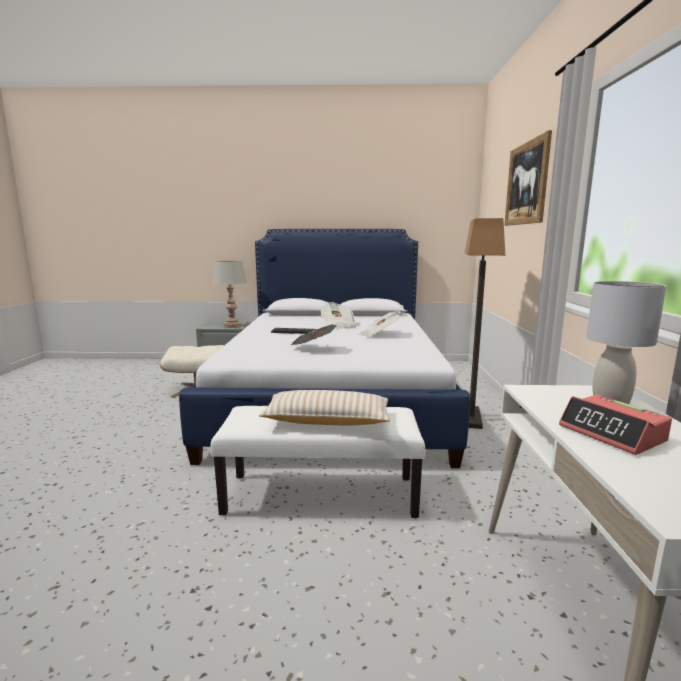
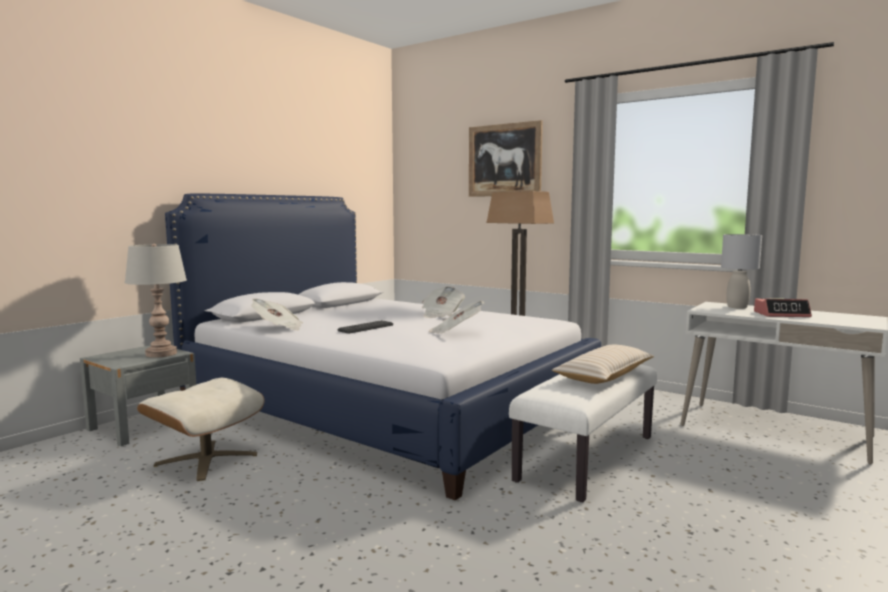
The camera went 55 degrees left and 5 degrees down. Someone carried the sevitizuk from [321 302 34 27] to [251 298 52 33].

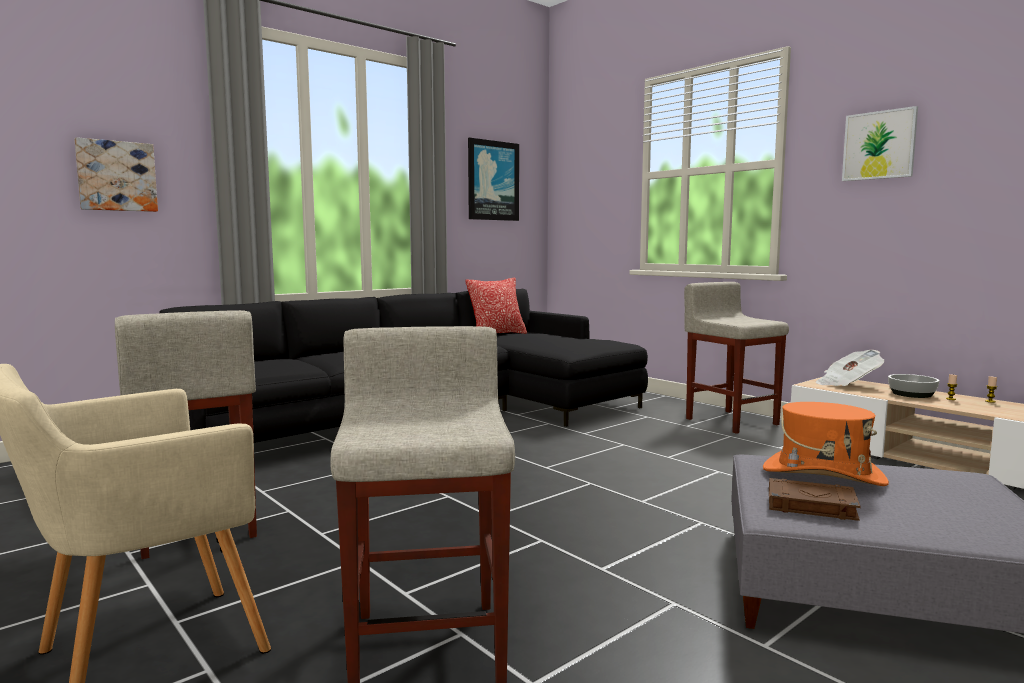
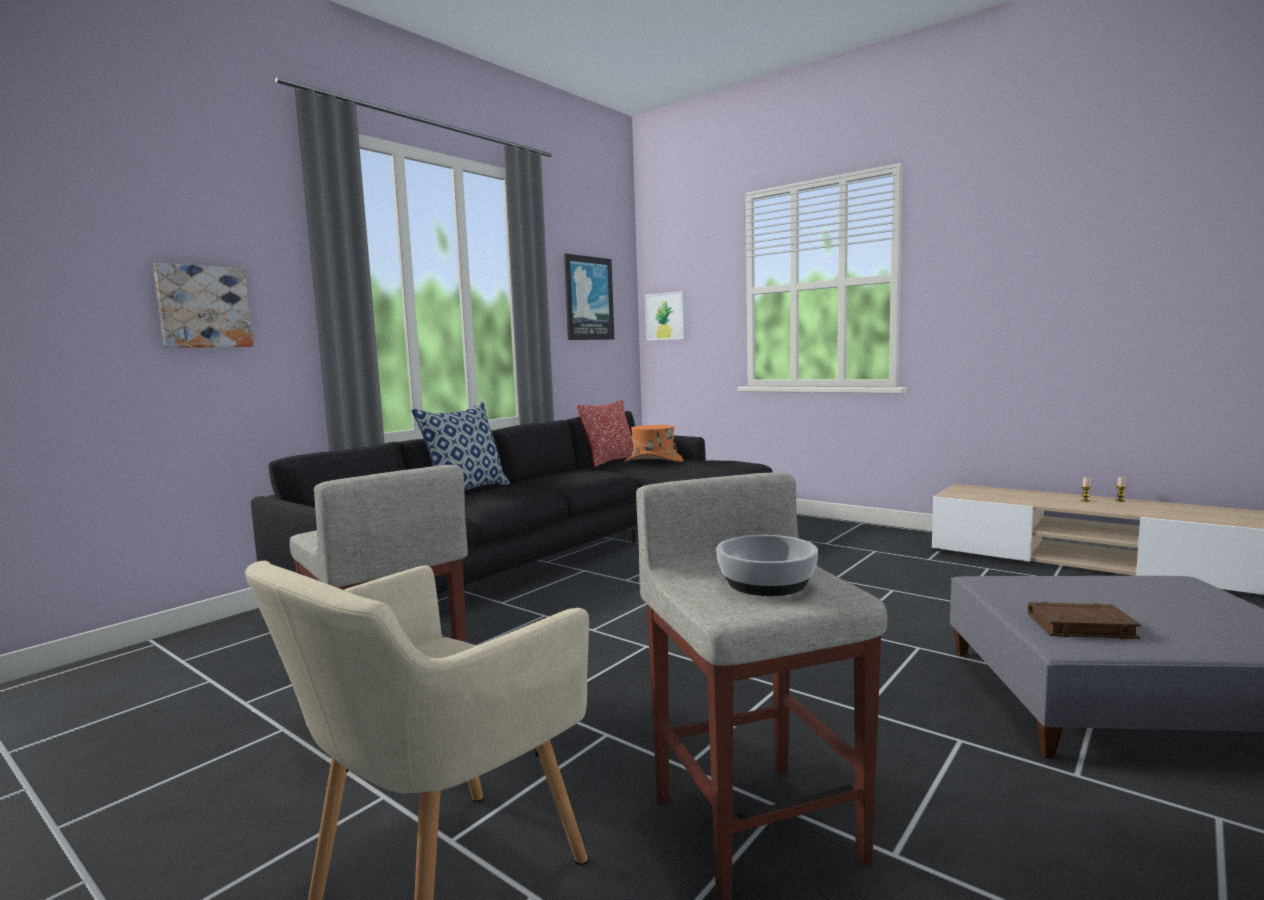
The camera went 10 degrees left and 0 degrees up. Someone took away the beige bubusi at [684 282 105 152]. Someone took away the sevitizuk at [816 350 68 36]. Someone put down the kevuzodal at [411 401 99 90]. Someone carried the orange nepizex from [763 402 126 84] to [624 425 59 37]. Someone carried the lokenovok from [842 106 76 75] to [645 291 40 50]. Someone carried the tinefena from [888 374 52 24] to [716 535 102 61].

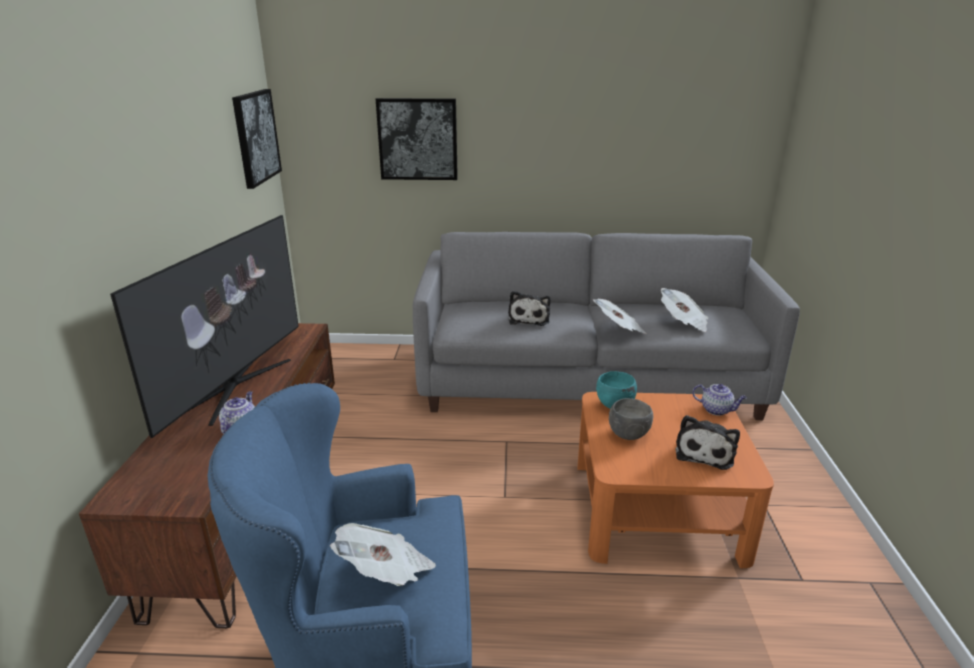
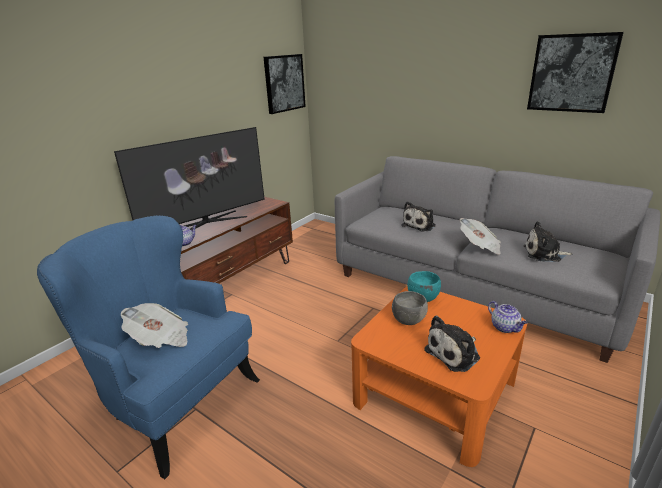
The camera went 35 degrees right and 0 degrees up. Someone carried the lokenovok from [376 98 82 82] to [527 32 97 81]. Someone swapped the sevitizuk at [661 288 47 44] for the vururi at [523 221 50 41].

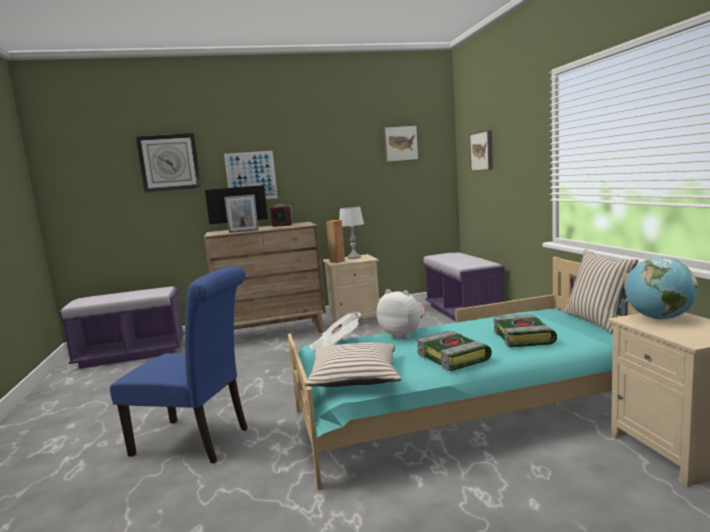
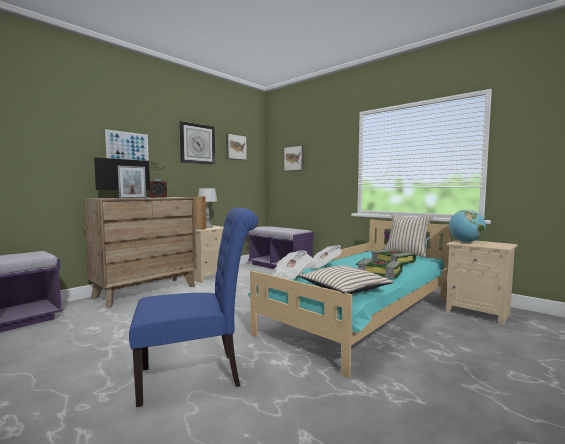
The camera went 35 degrees left and 5 degrees down. Someone carried the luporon from [136 133 65 59] to [180 121 35 44]. Someone swapped the vururi at [377 289 48 50] for the sevitizuk at [307 245 35 24].

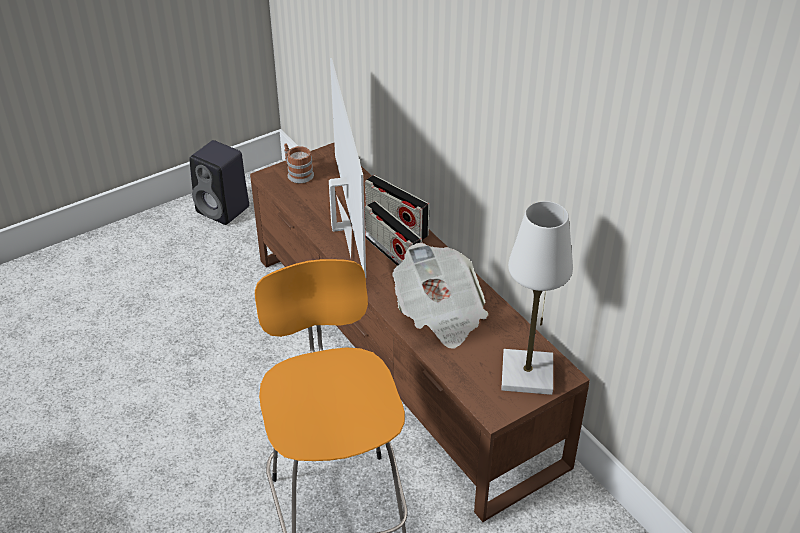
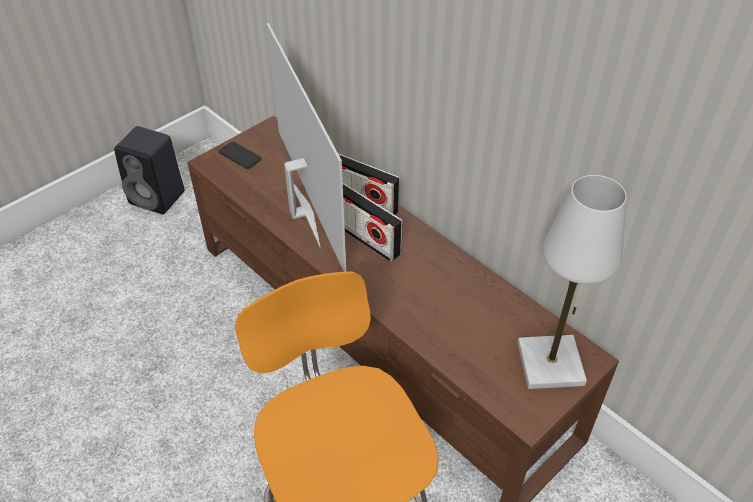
The camera went 10 degrees left and 5 degrees up. Someone took away the sevitizuk at [392 243 96 106]. Someone swapped the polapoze at [284 144 30 39] for the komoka at [219 142 43 27].

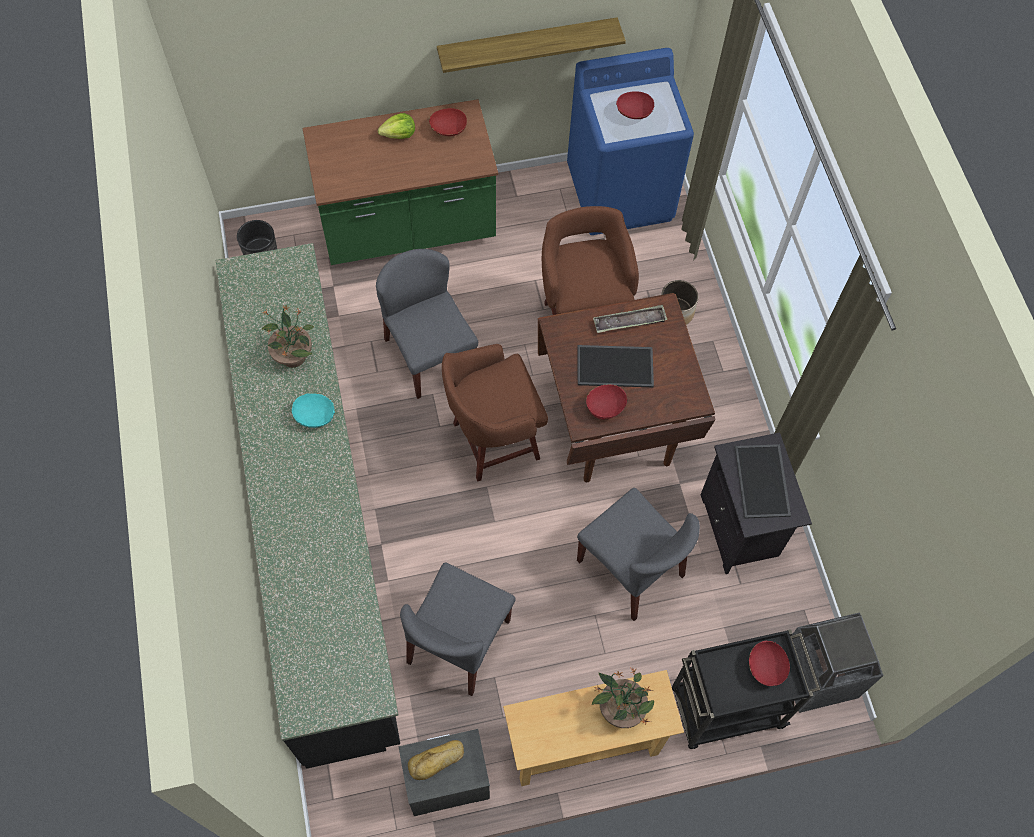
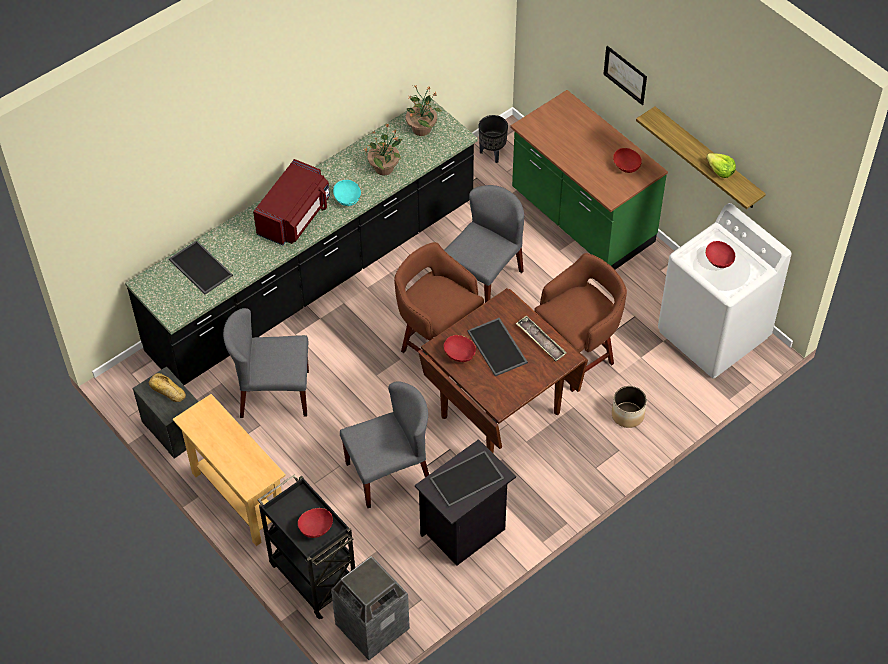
The camera went 65 degrees right and 10 degrees down. Someone put down the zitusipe at [169 240 64 54]. Someone put down the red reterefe at [253 159 77 87]. Someone put up the lokenovok at [603 46 44 59]. Someone carried the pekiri from [378 113 37 26] to [706 153 30 25]. Someone carried the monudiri from [592 668 62 60] to [406 85 36 51]. Someone repainted the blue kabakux at [567 48 127 187], which became the white kabakux at [658 203 134 175]. Someone rotated the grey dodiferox at [577 488 123 133] by 135 degrees counterclockwise.

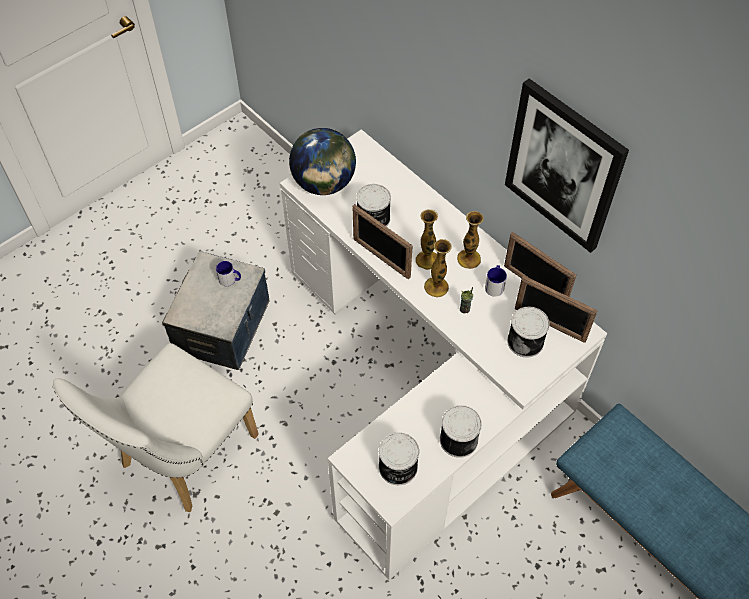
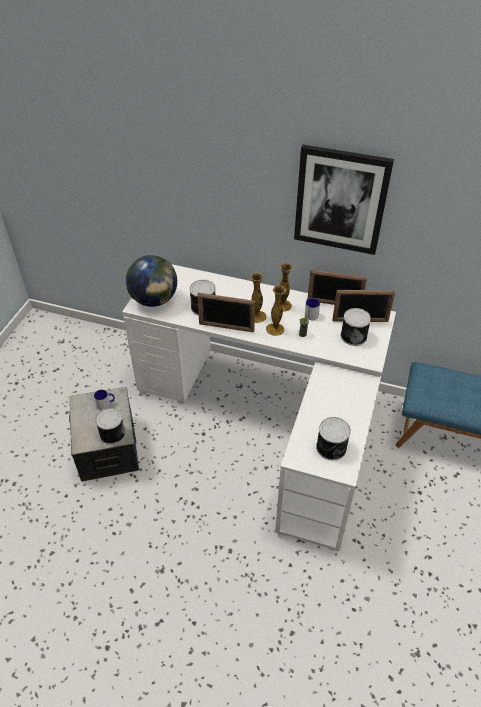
The camera went 30 degrees left and 10 degrees down. Someone took away the white dodiferox at [52 343 207 169]. Someone carried the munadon from [440 405 42 53] to [95 408 31 37].

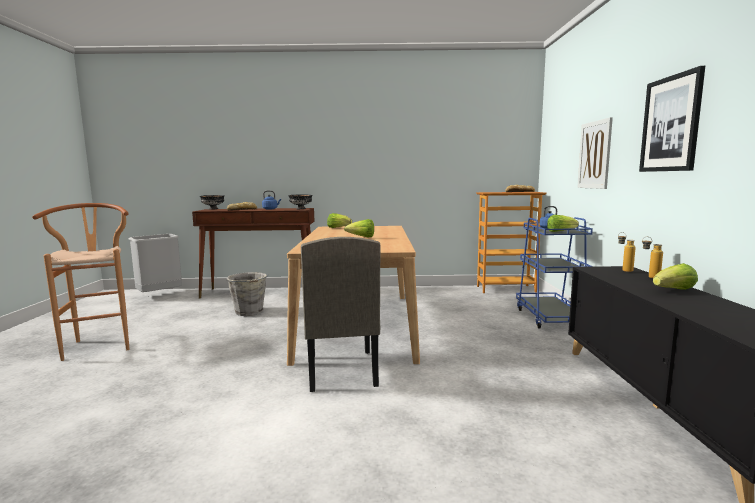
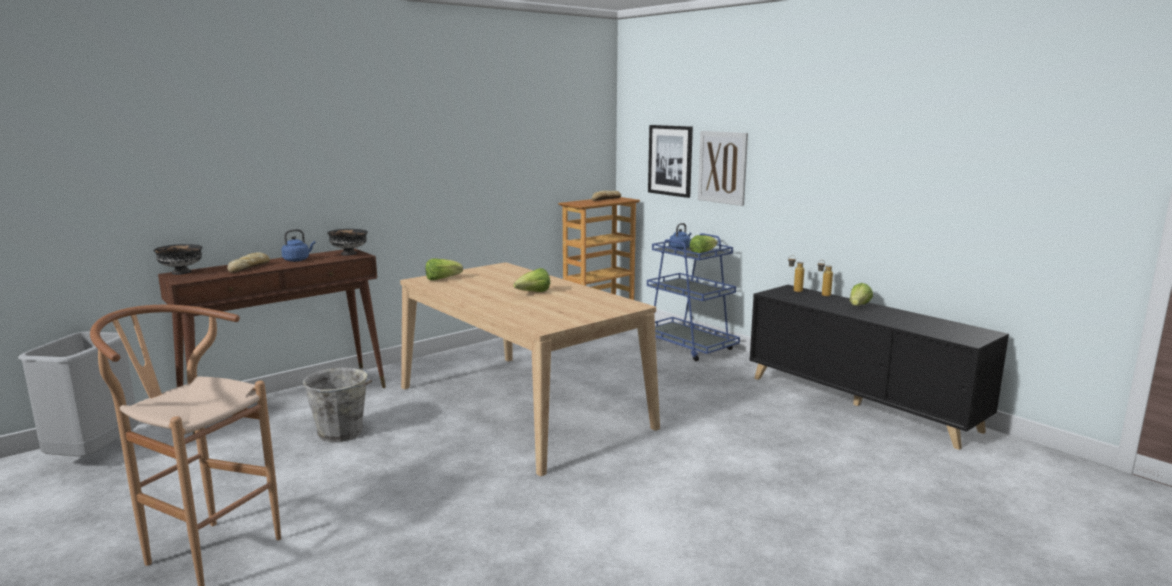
The camera went 40 degrees left and 5 degrees up. Someone took away the beige dodiferox at [301 237 79 155]. Someone carried the lokenovok from [639 66 66 106] to [648 125 45 73].

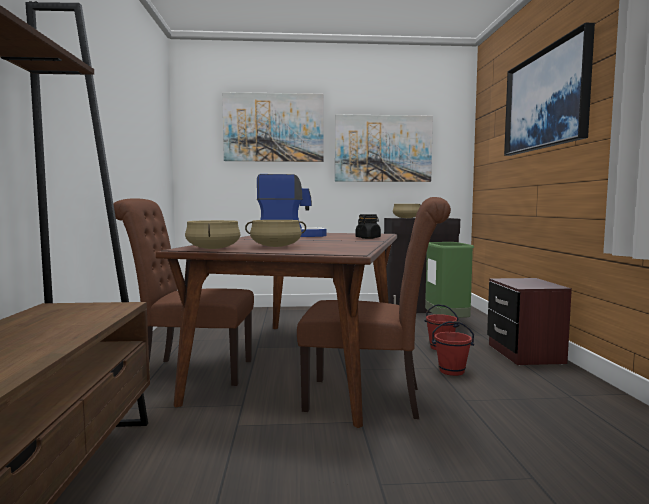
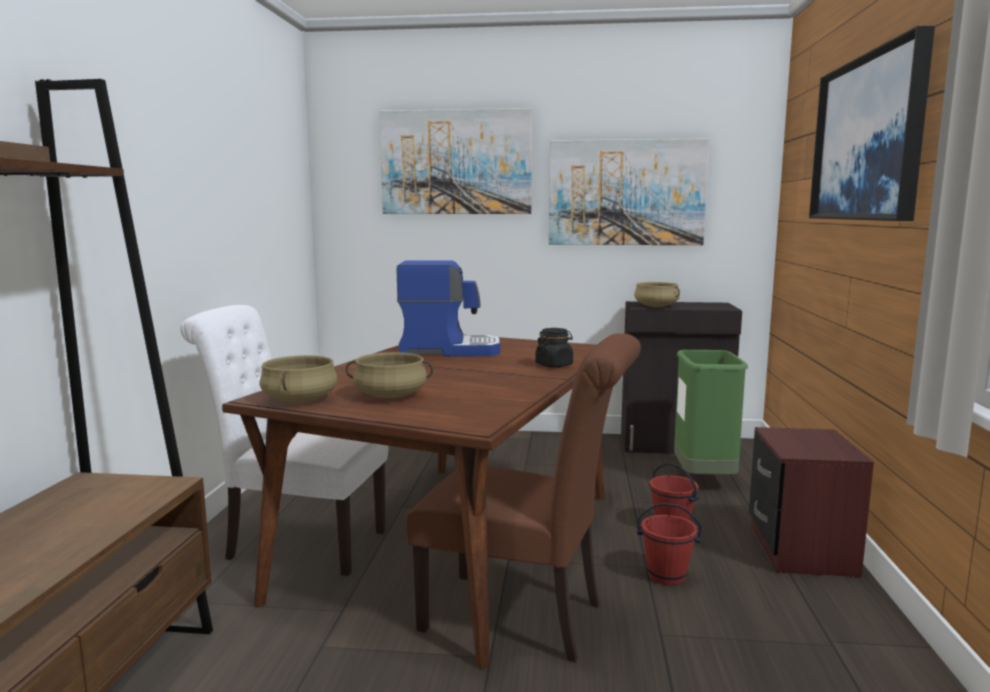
The camera went 10 degrees right and 5 degrees up. Someone repainted the brown dodiferox at [113 198 141 188], which became the white dodiferox at [180 305 208 271].

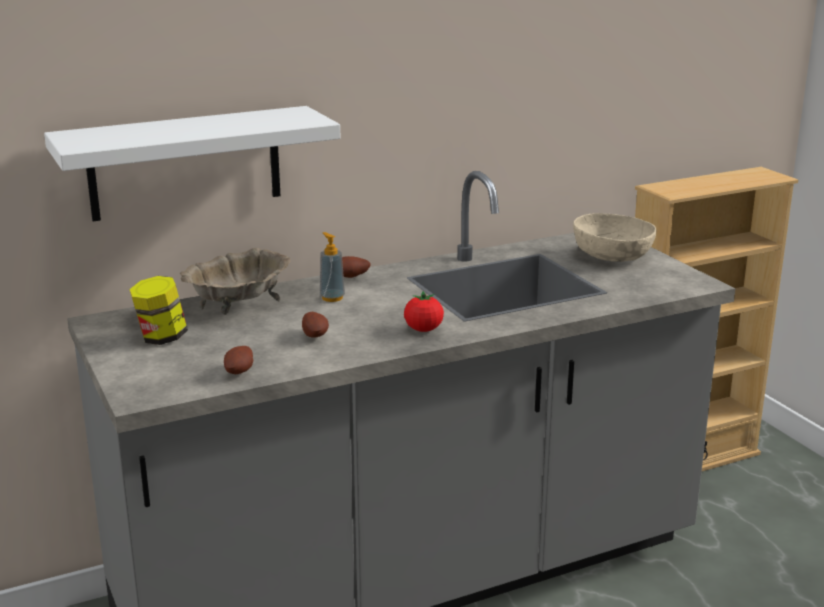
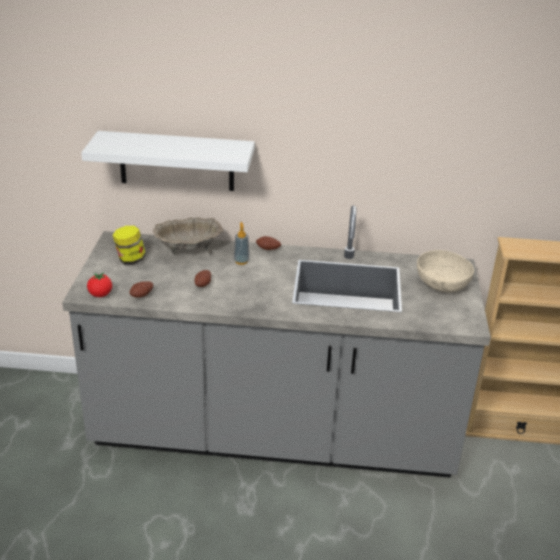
The camera went 30 degrees right and 10 degrees up. Someone carried the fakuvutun from [404 291 40 41] to [87 272 25 25].

